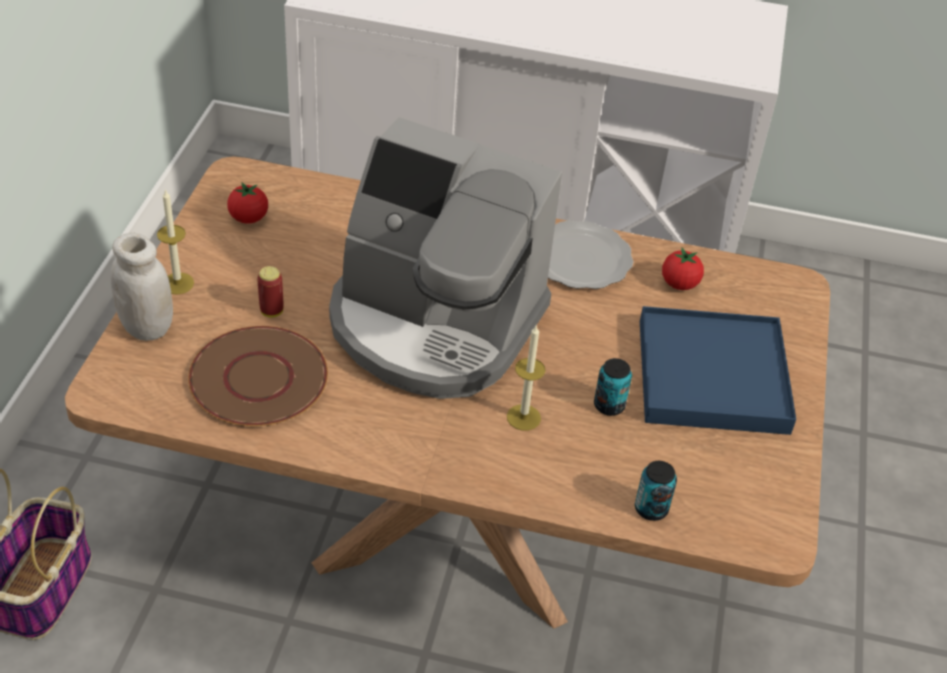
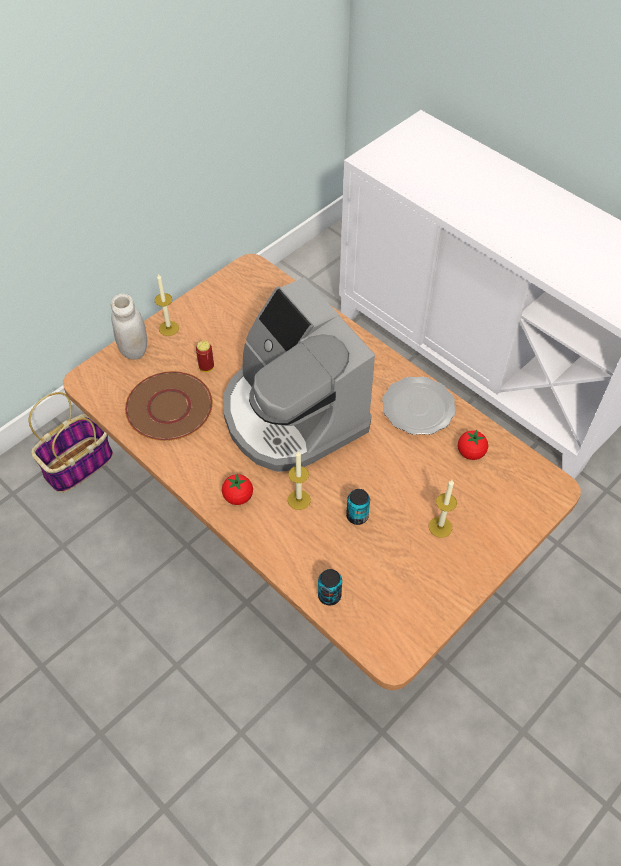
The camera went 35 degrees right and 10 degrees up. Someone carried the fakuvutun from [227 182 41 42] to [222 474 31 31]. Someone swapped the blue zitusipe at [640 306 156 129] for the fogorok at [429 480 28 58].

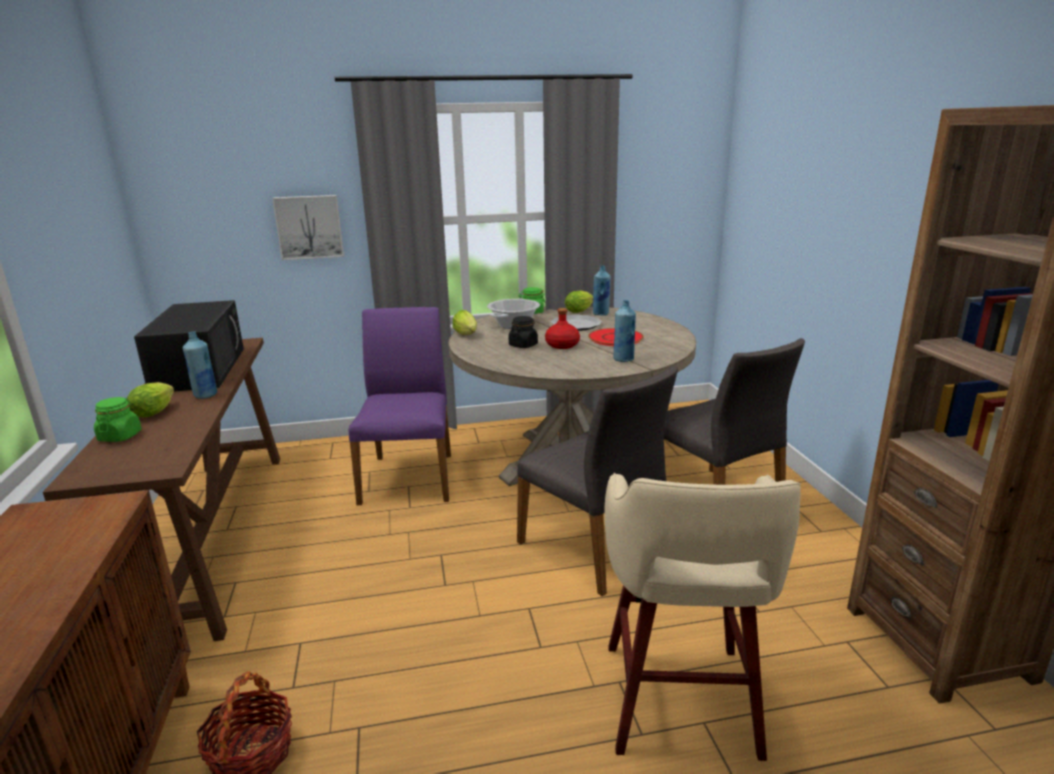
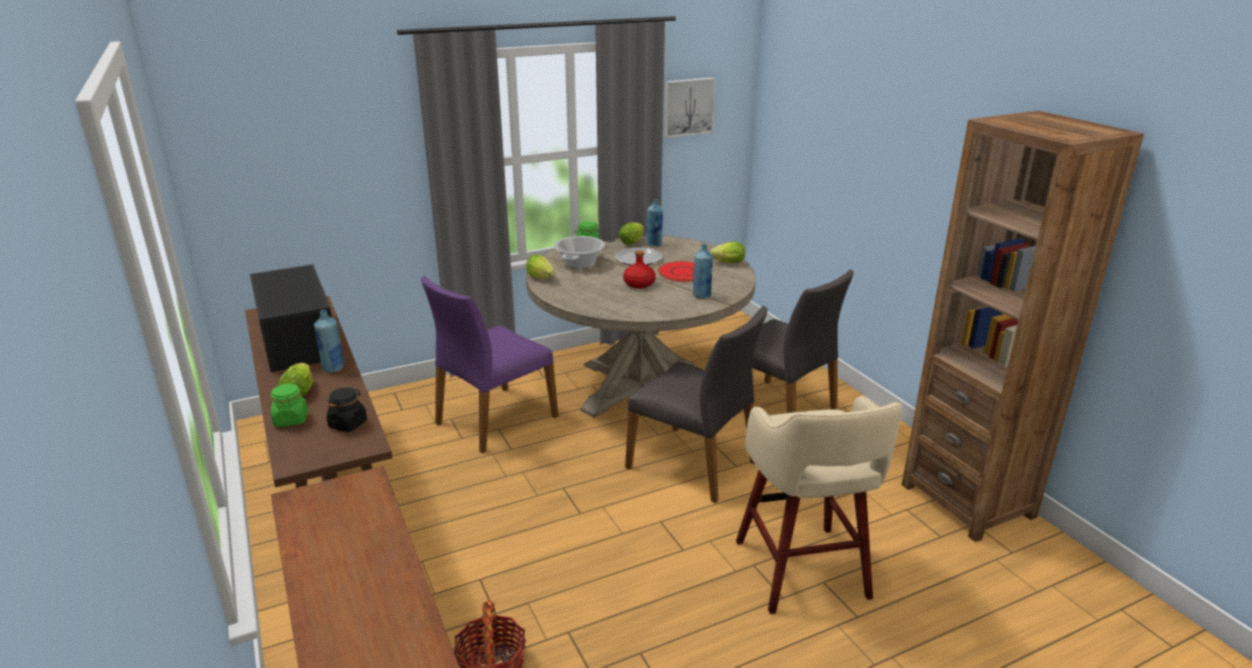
The camera went 15 degrees left and 5 degrees up. Someone put down the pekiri at [709 242 36 21]. Someone carried the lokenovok from [272 195 72 65] to [664 77 52 61]. Someone carried the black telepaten from [508 316 30 32] to [326 388 41 44]. Someone rotated the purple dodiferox at [348 307 103 198] by 120 degrees counterclockwise.

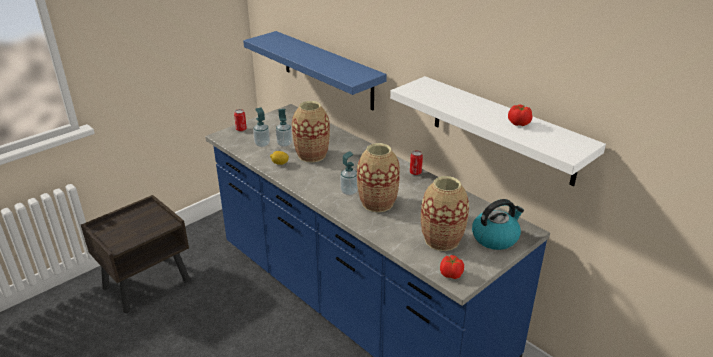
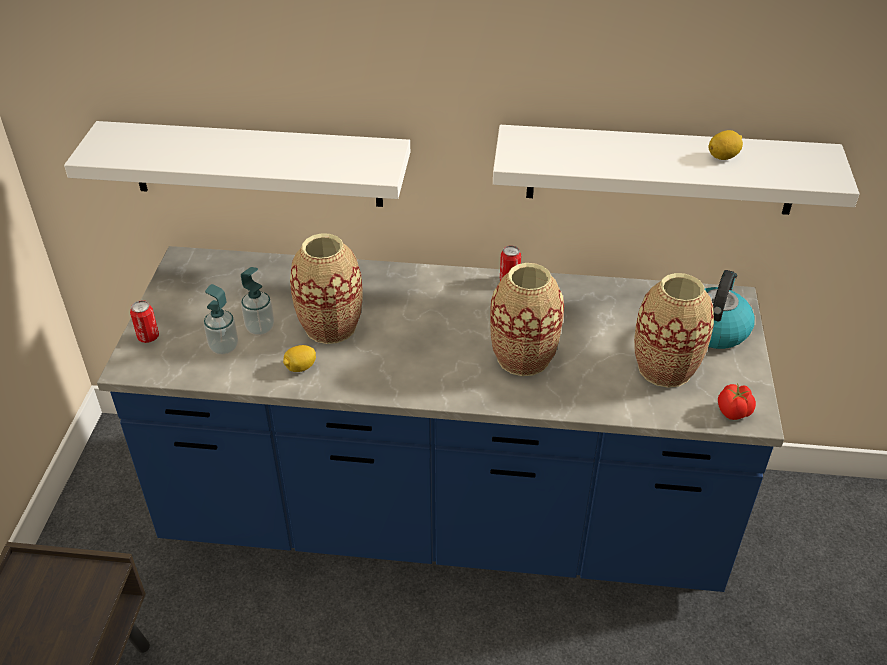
The camera went 40 degrees left and 10 degrees up. Someone took away the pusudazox at [340 151 18 44]. Someone swapped the fakuvutun at [508 105 25 21] for the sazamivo at [708 130 35 30]. Someone repainted the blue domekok at [243 31 144 79], which became the white domekok at [64 121 346 86].

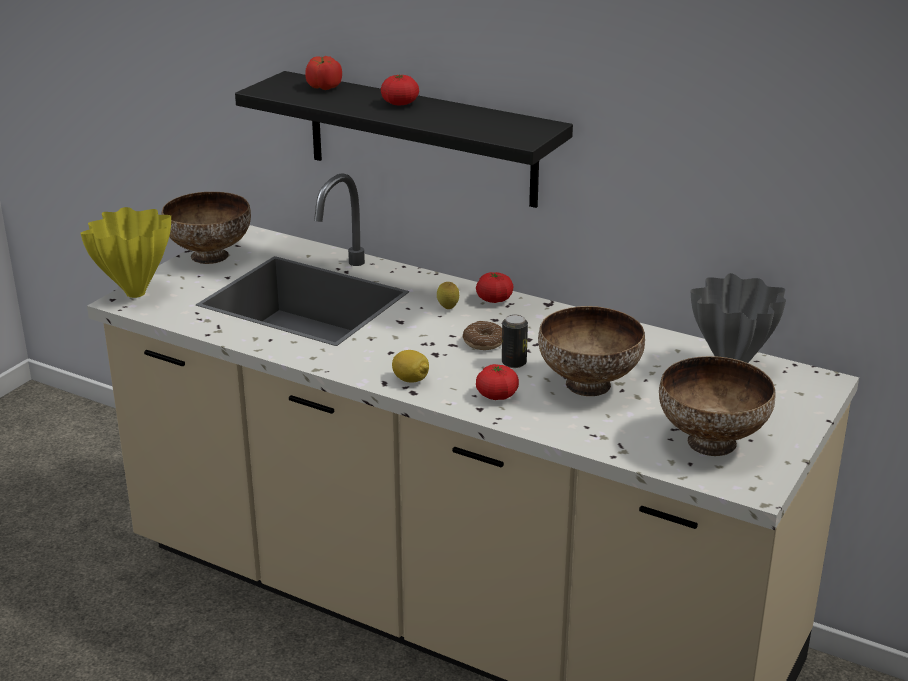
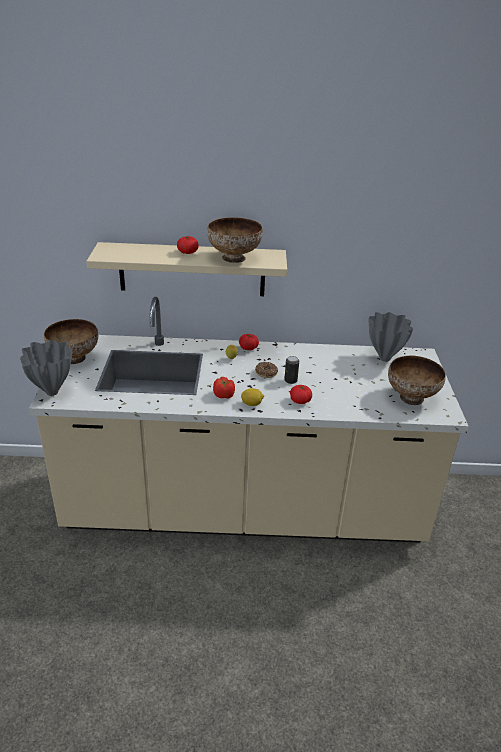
The camera went 30 degrees left and 5 degrees up. Someone carried the fakuvutun from [305 56 37 34] to [213 377 22 22]. Someone carried the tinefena from [538 306 107 90] to [207 217 56 46]. Someone repainted the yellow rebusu at [80 207 91 91], which became the grey rebusu at [20 340 52 56]. Someone repainted the black domekok at [235 71 338 137], which became the beige domekok at [86 242 201 54].

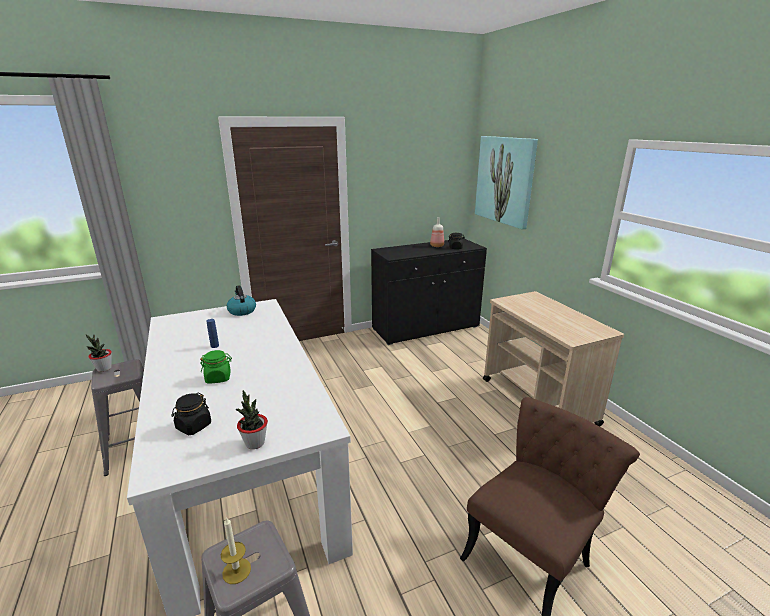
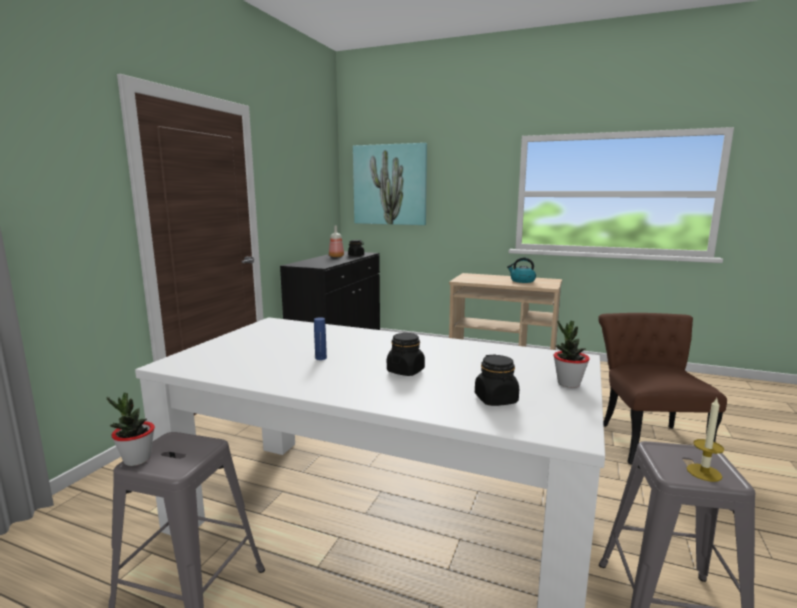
The camera went 45 degrees left and 10 degrees down. Someone carried the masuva from [227 285 29 31] to [507 258 29 25]. Someone repainted the green telepaten at [200 350 32 34], which became the black telepaten at [387 333 38 43].

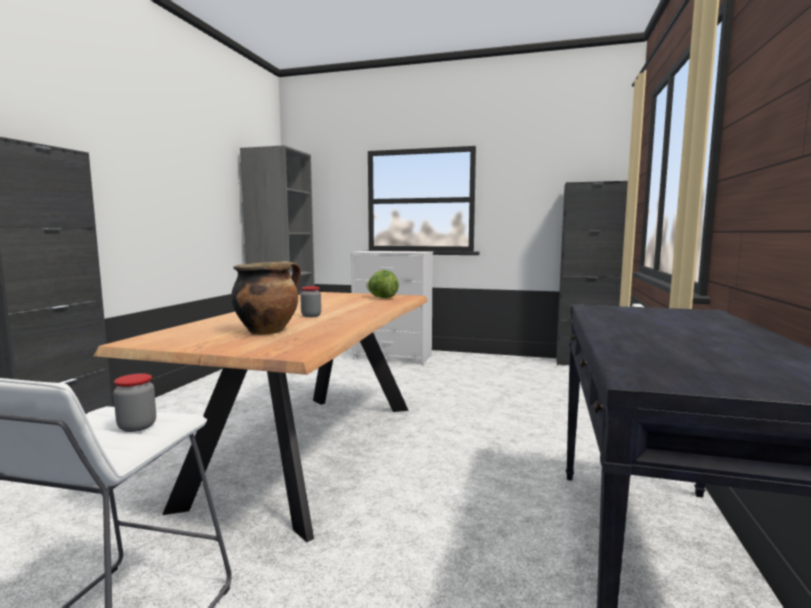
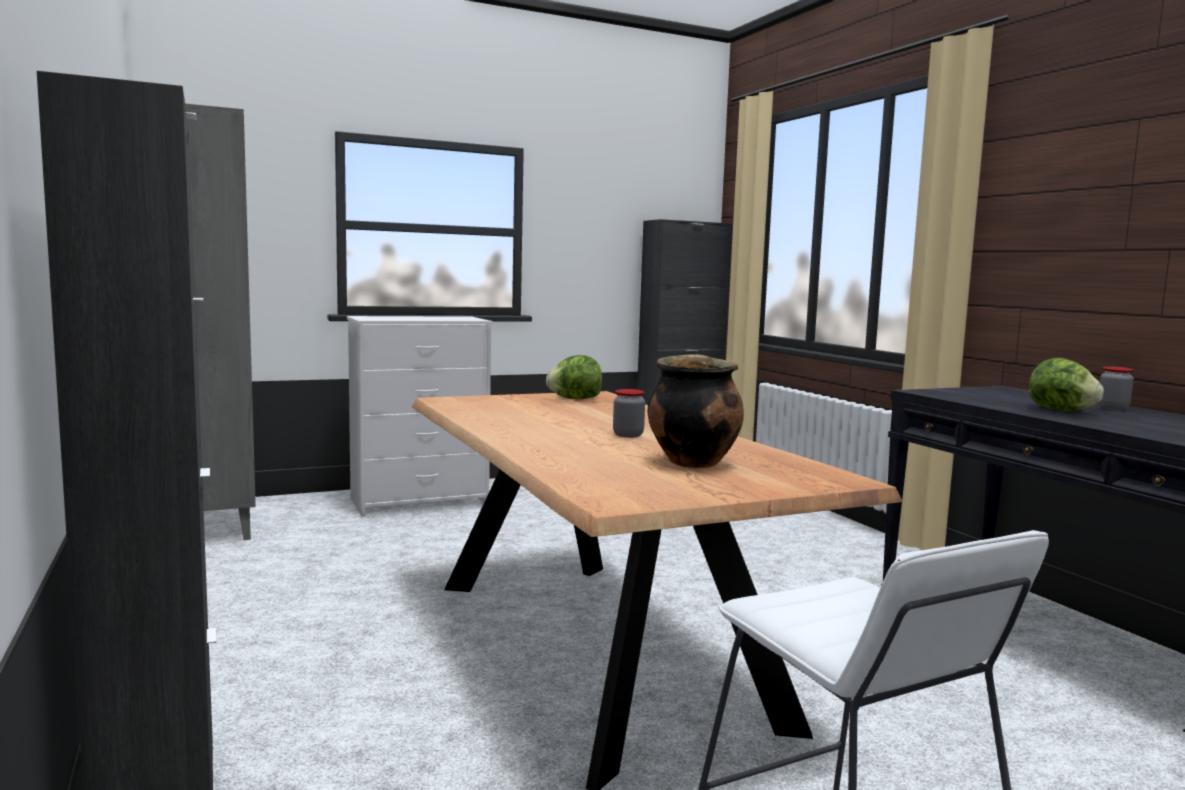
The camera went 40 degrees left and 0 degrees up. Someone put down the pekiri at [1029 358 75 53]. Someone carried the telepaten from [113 374 43 58] to [1098 367 36 43].

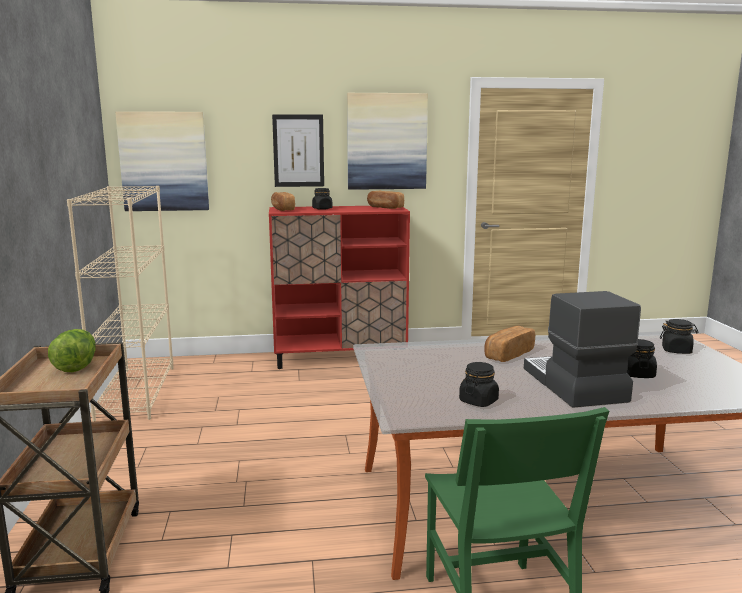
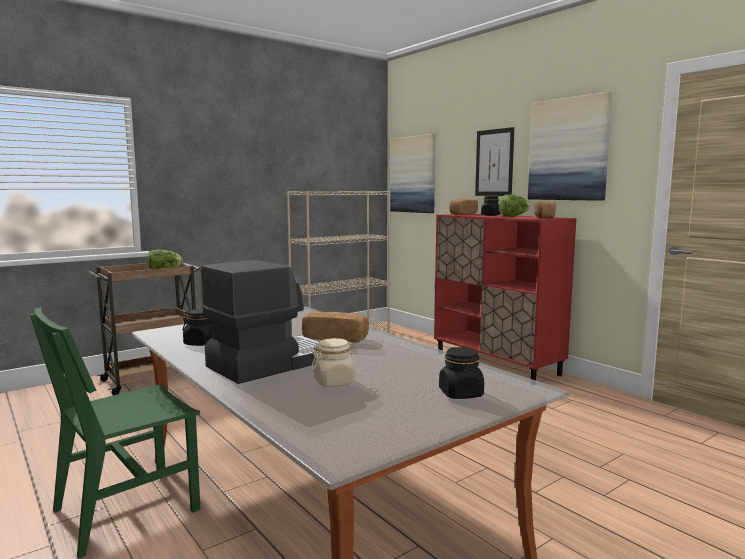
The camera went 60 degrees right and 5 degrees down. Someone put down the pekiri at [499 194 31 23]. Someone repainted the black telepaten at [627 339 30 39], which became the beige telepaten at [311 338 46 49].

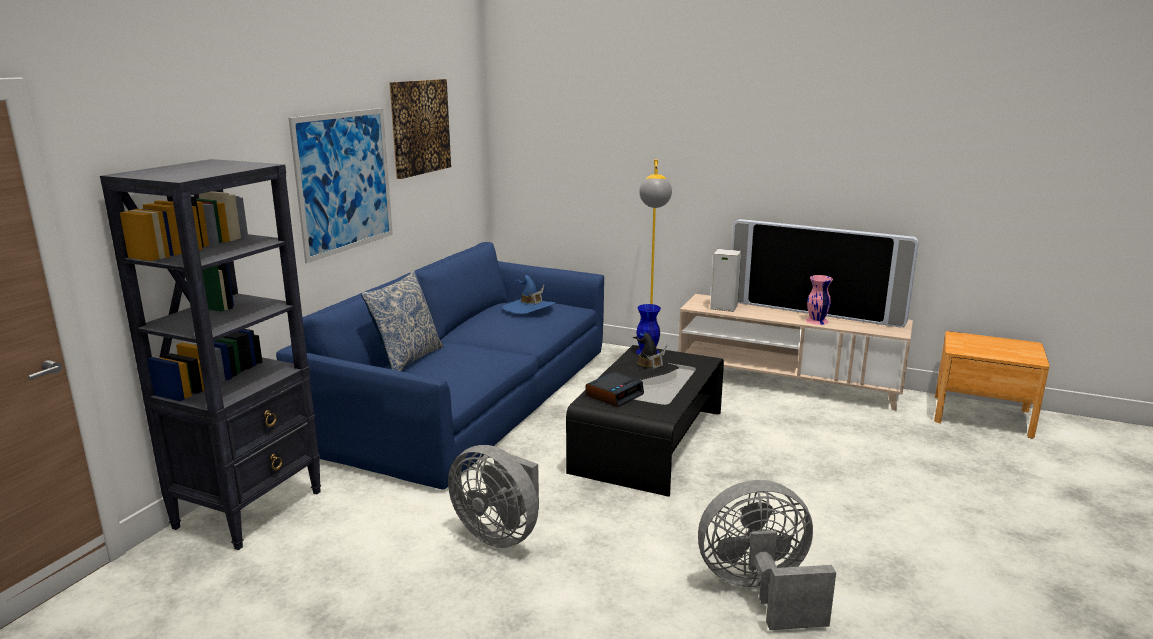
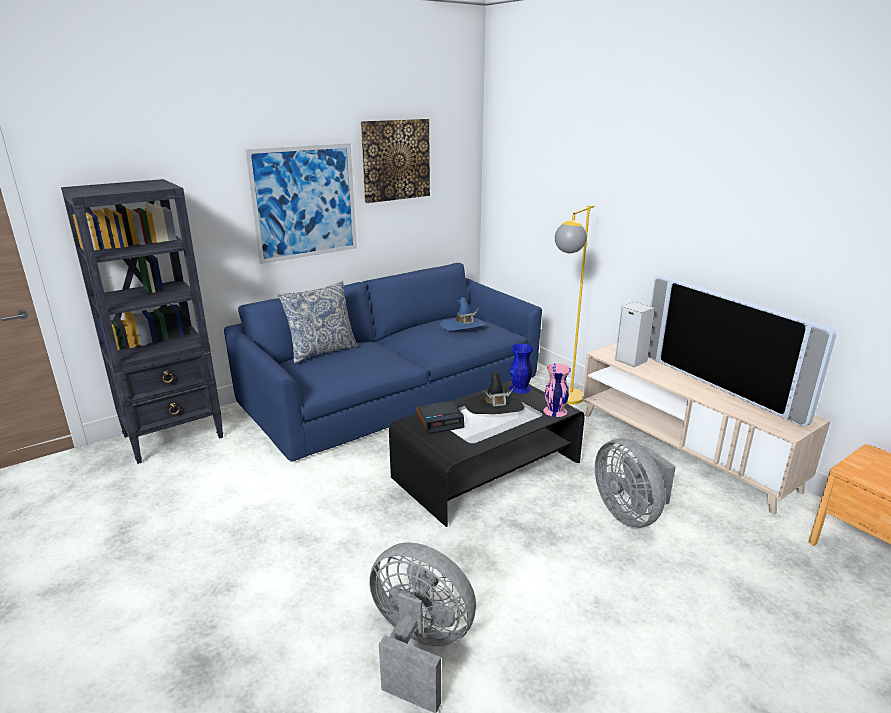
The camera went 30 degrees right and 5 degrees up. Someone carried the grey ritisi from [448 445 91 103] to [594 438 82 90]. Someone carried the pink rebusu from [806 275 27 50] to [544 363 27 54].

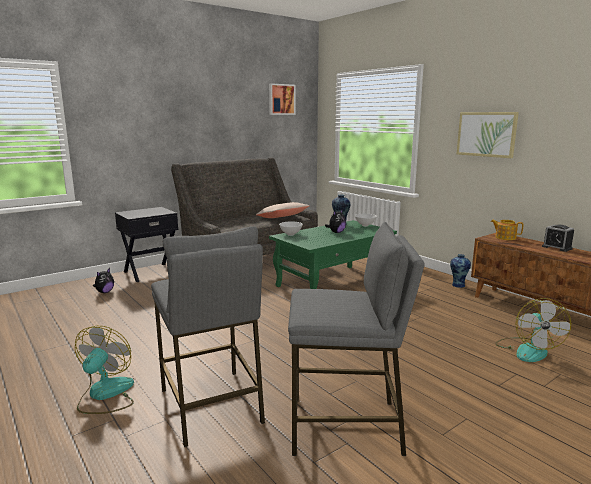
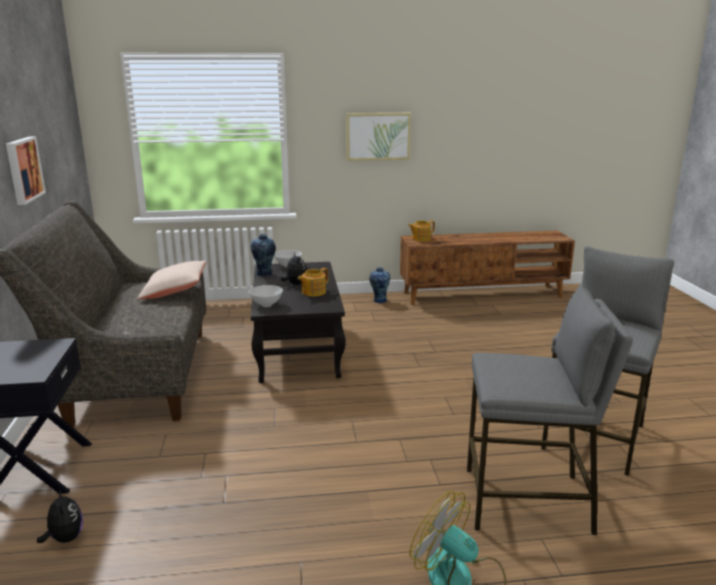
The camera went 60 degrees left and 5 degrees up. Someone took away the ritisi at [495 298 76 64]. Someone took away the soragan at [542 225 32 27]. Someone put down the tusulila at [298 268 30 28]. Someone carried the lokenovok from [269 83 26 32] to [6 137 40 68]. Someone repainted the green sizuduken at [269 220 128 69], which became the black sizuduken at [251 262 95 121].

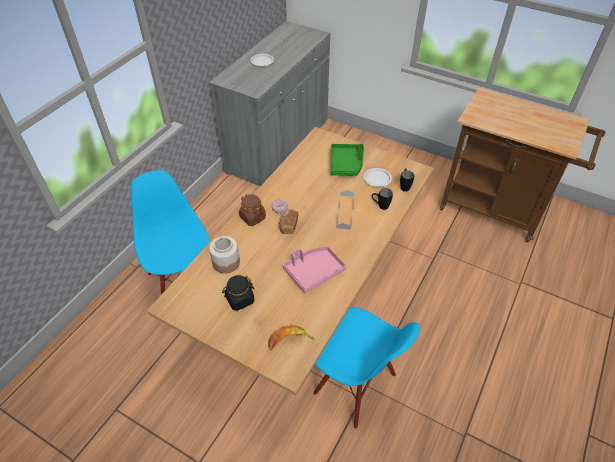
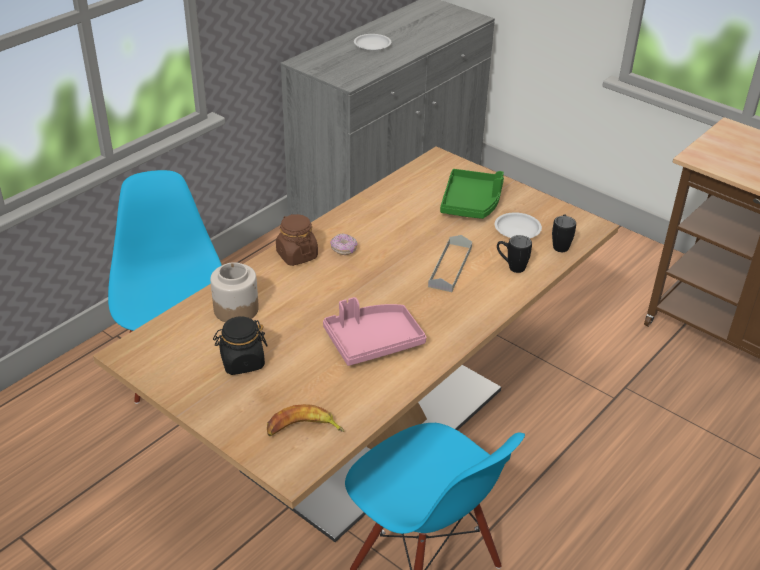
The camera went 10 degrees right and 10 degrees down. Someone took away the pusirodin at [278 209 20 25].

